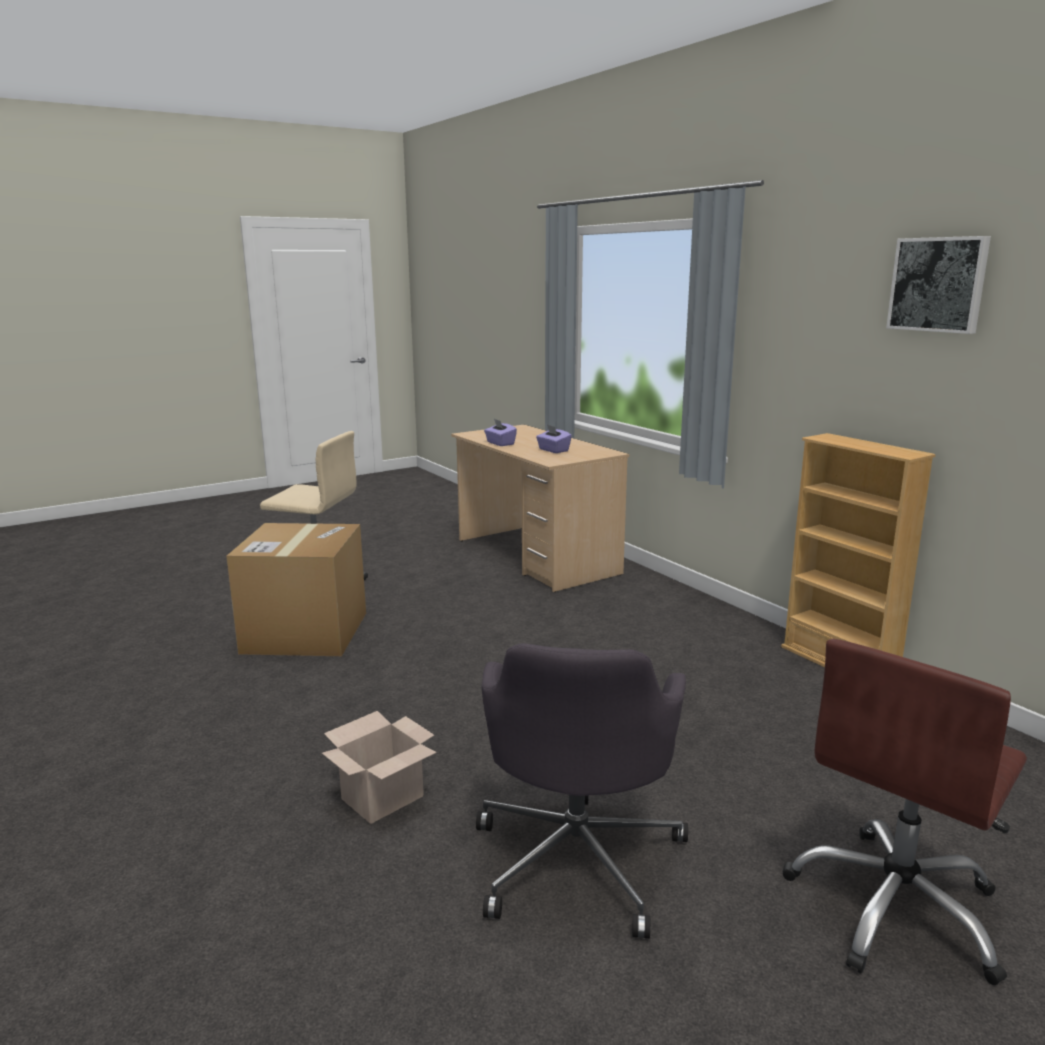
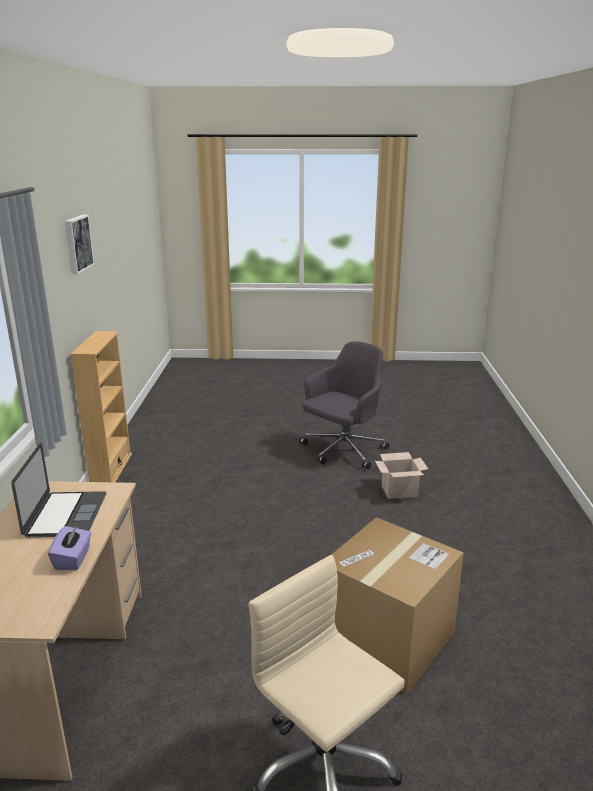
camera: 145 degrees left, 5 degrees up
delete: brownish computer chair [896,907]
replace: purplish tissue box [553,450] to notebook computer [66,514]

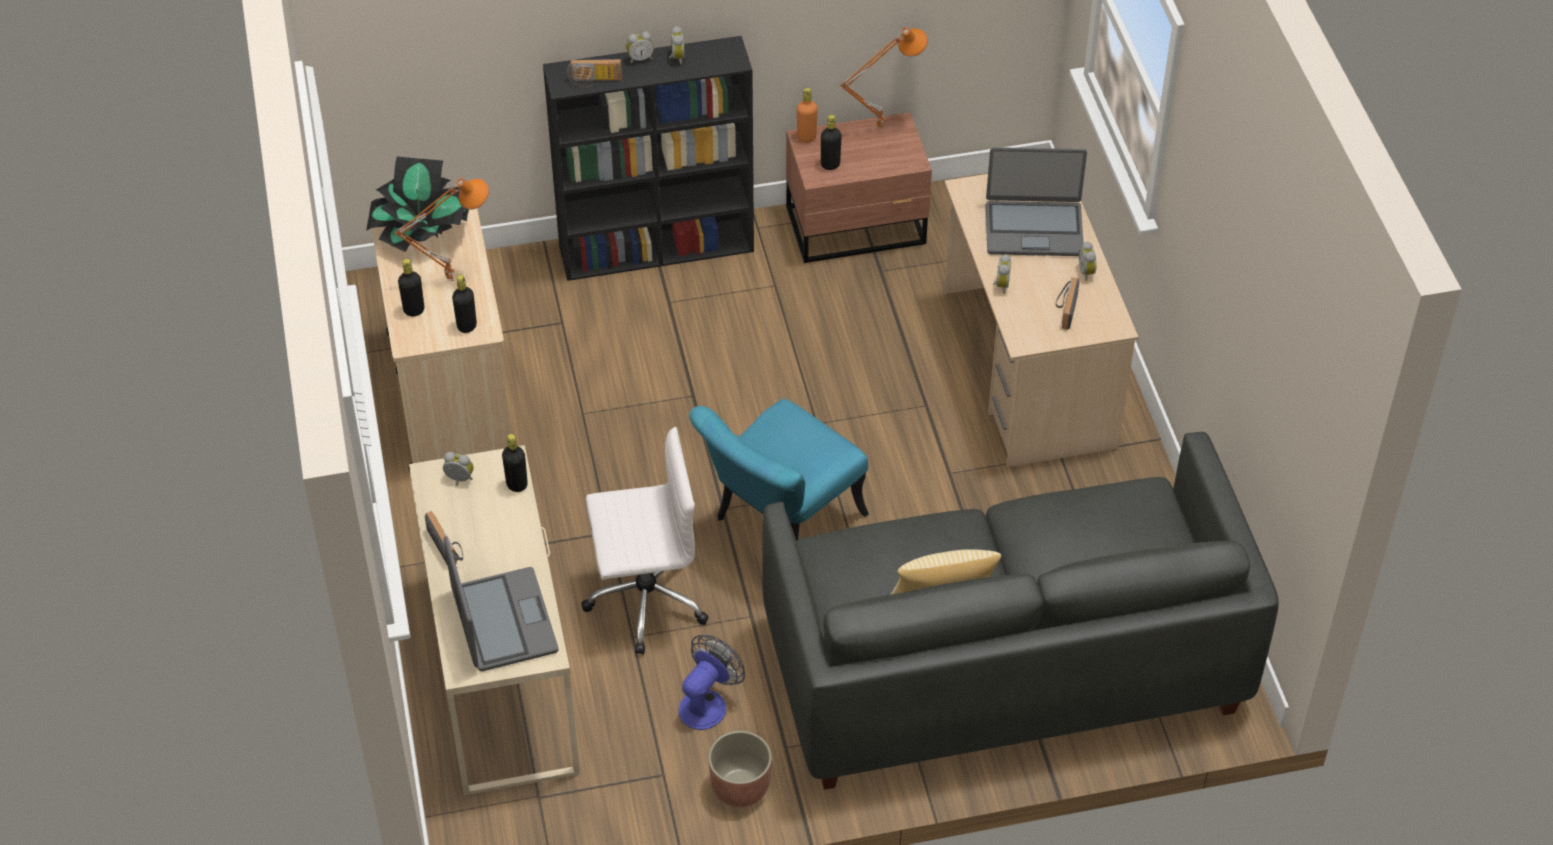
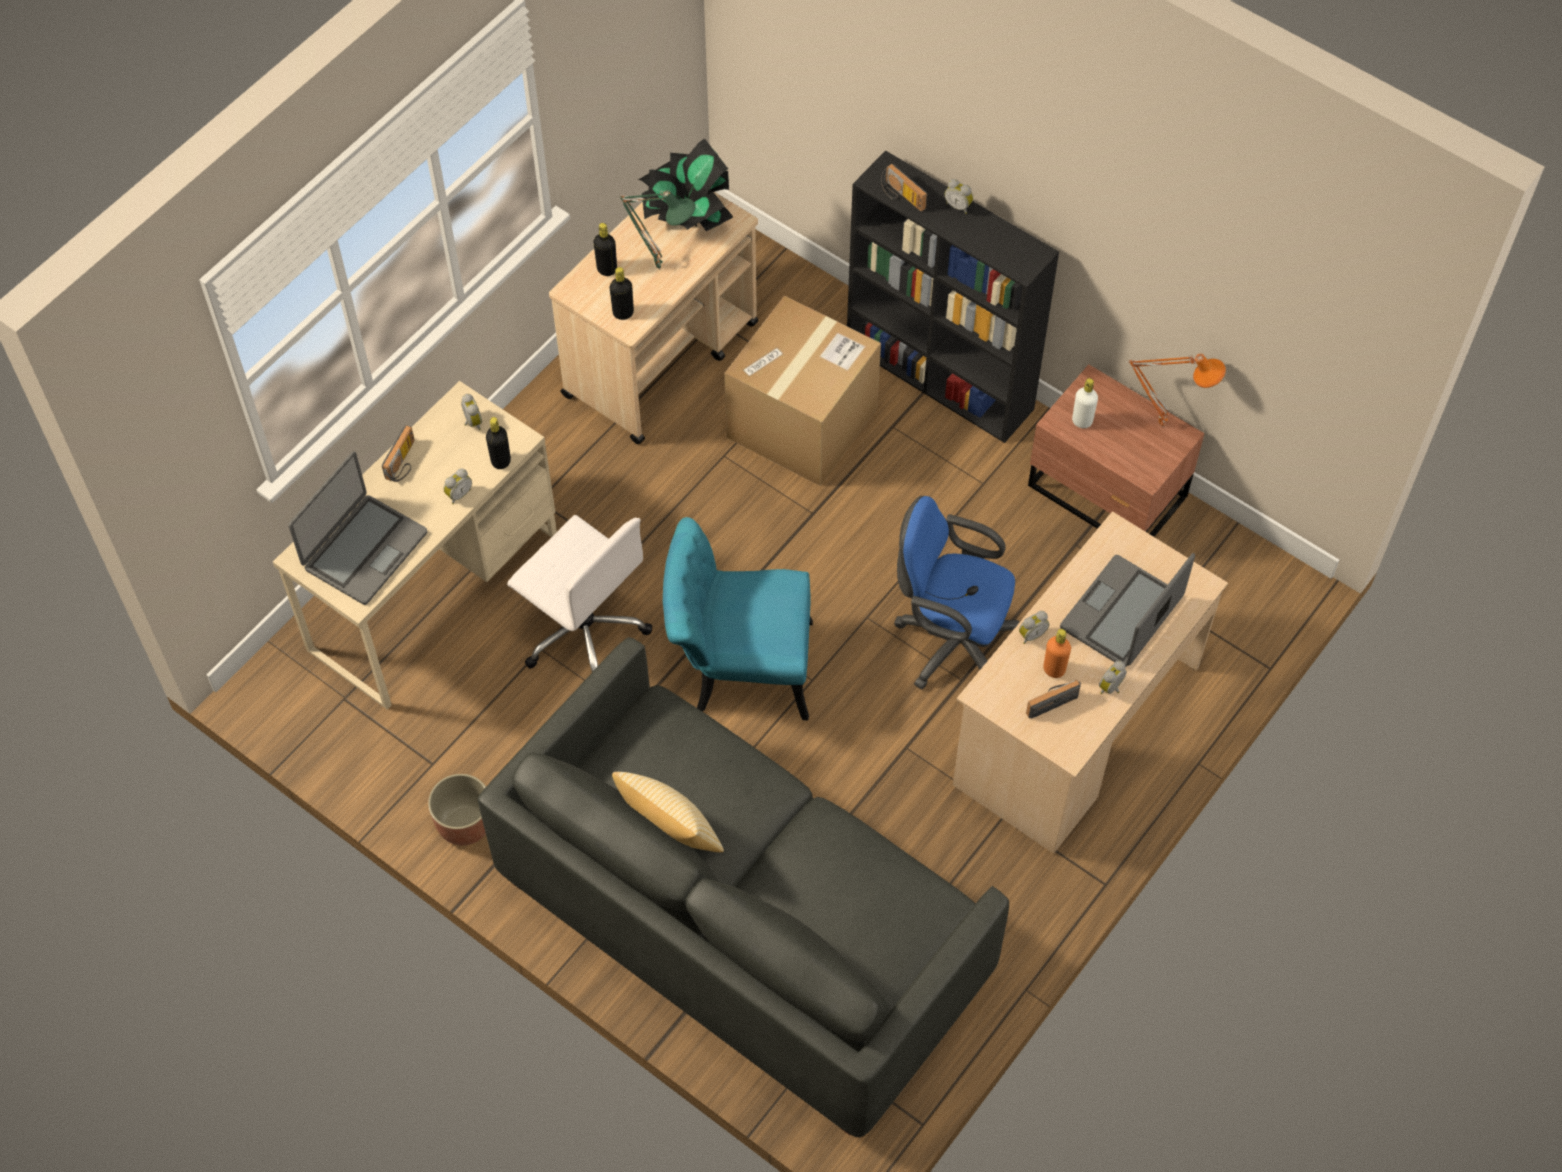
camera: 50 degrees right, 10 degrees up
delete: fan [707,703]
insert: carton [802,423]; bluish computer chair [951,642]
move: table clock [676,58] to [458,494]; orange beverage bottle [806,137] to [1054,669]
recolor: orange table lamp [450,278] to greenish table lamp [660,267]; black-coloured beverage bottle [830,164] to white-coloured beverage bottle [1082,421]
rotate: notebook computer [1034,228] = [1122,614] 75 degrees clockwise

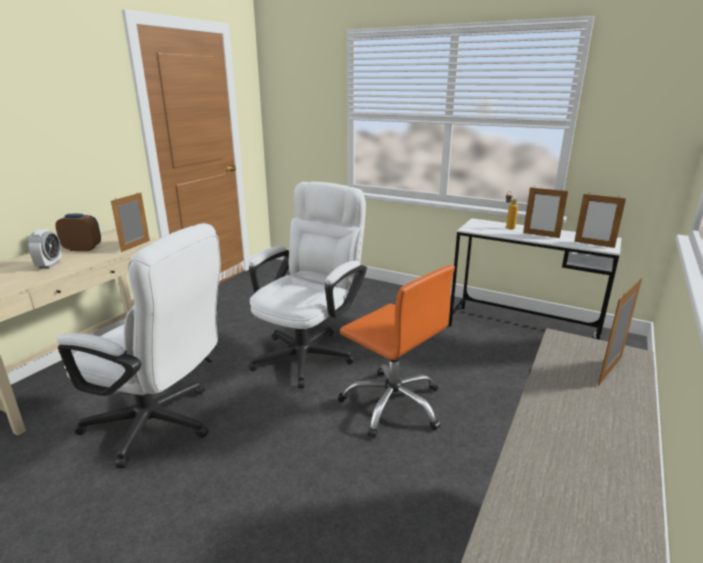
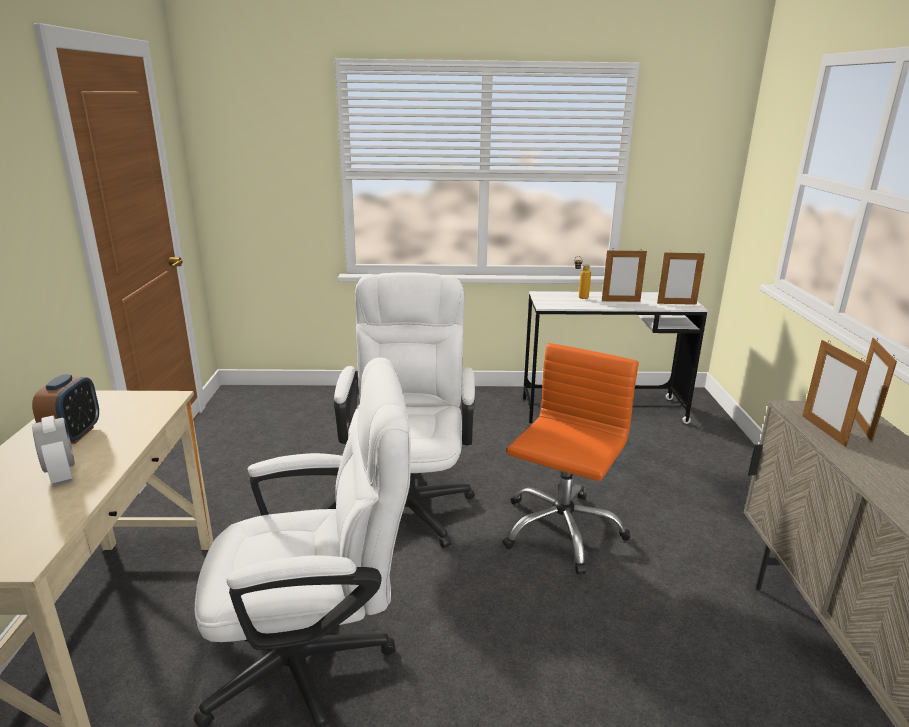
camera: 30 degrees left, 0 degrees up
move: photo frame [135,246] to [823,430]
rotate: table clock [82,249] = [74,435] 120 degrees clockwise; orange computer chair [393,404] = [561,529] 75 degrees counterclockwise

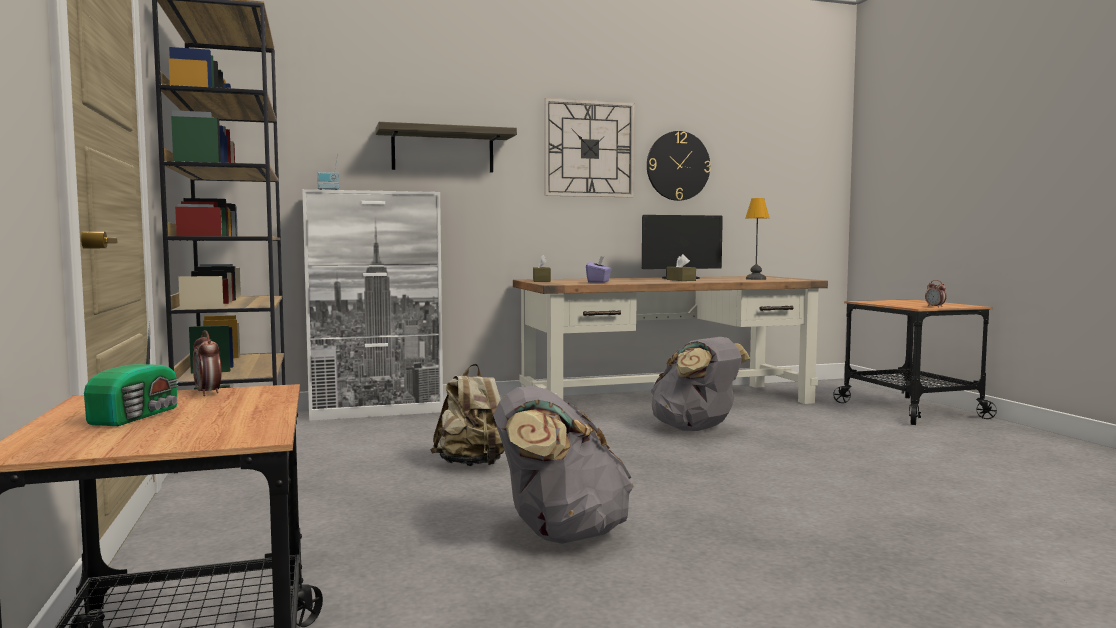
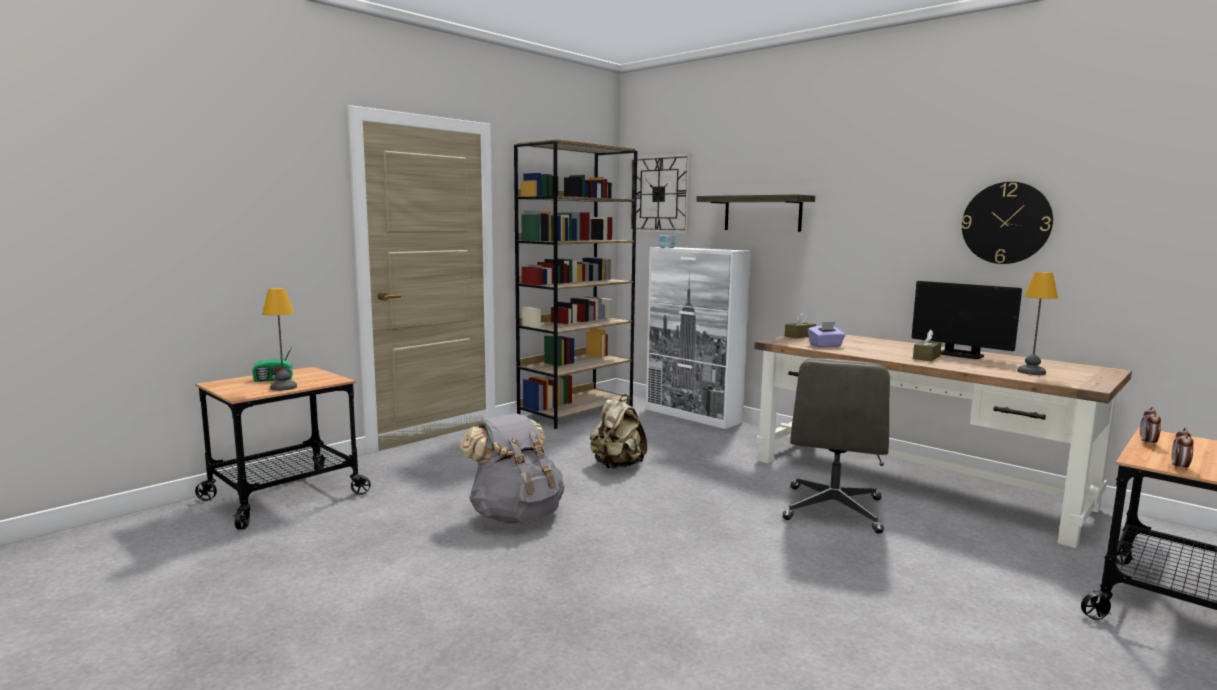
camera: 60 degrees right, 5 degrees up
insert: table lamp [283,387]
move: wall clock [589,149] to [659,194]; table clock [208,393] to [1148,443]
replace: grey backpack [695,429] to grey computer chair [833,510]

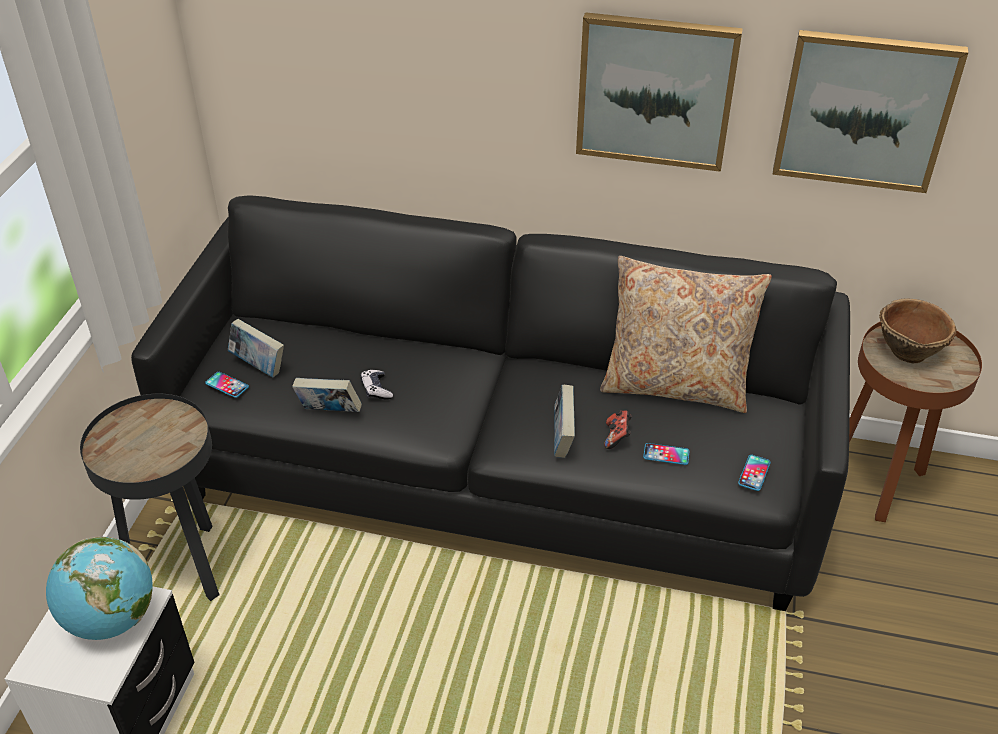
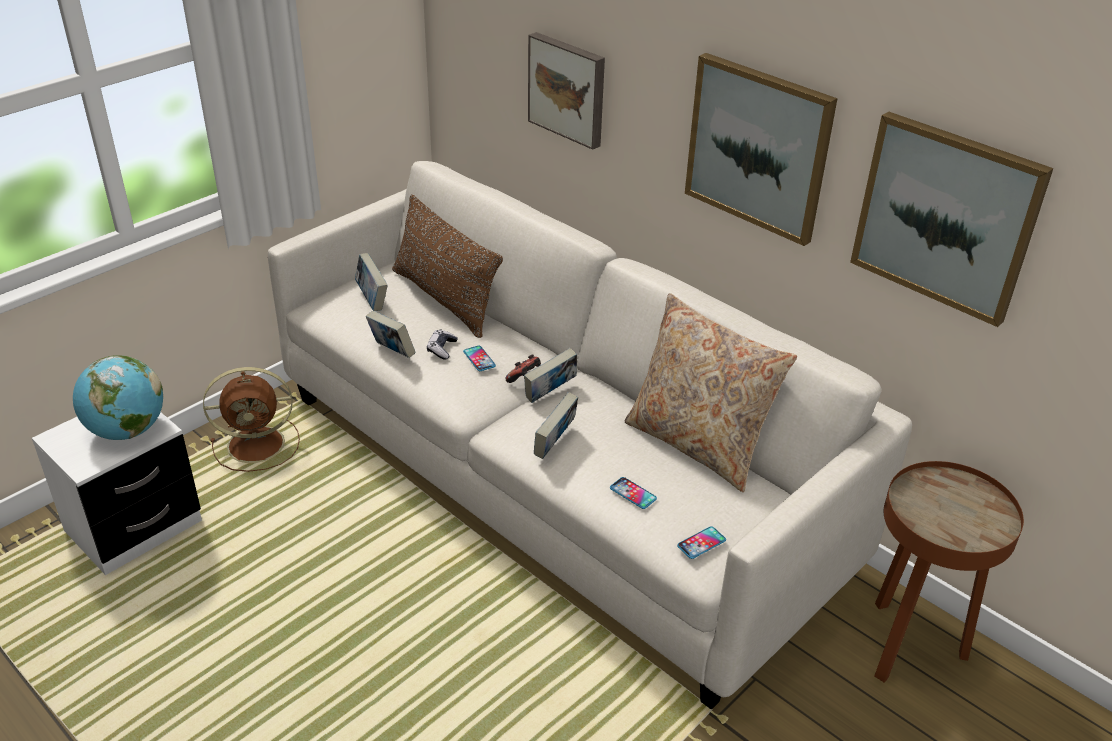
camera: 30 degrees right, 5 degrees down
delete: brownish serving bowl [908,351]
insert: brownish cushion [444,299]; book [550,394]; picture [568,89]
move: telephone [227,385] to [479,359]; joypad [617,437] to [524,378]
replace: black-coloured accent table [184,566] to brownish fan [259,444]
recolor: black-coloured sofa [500,470] to white-coloured sofa [554,479]

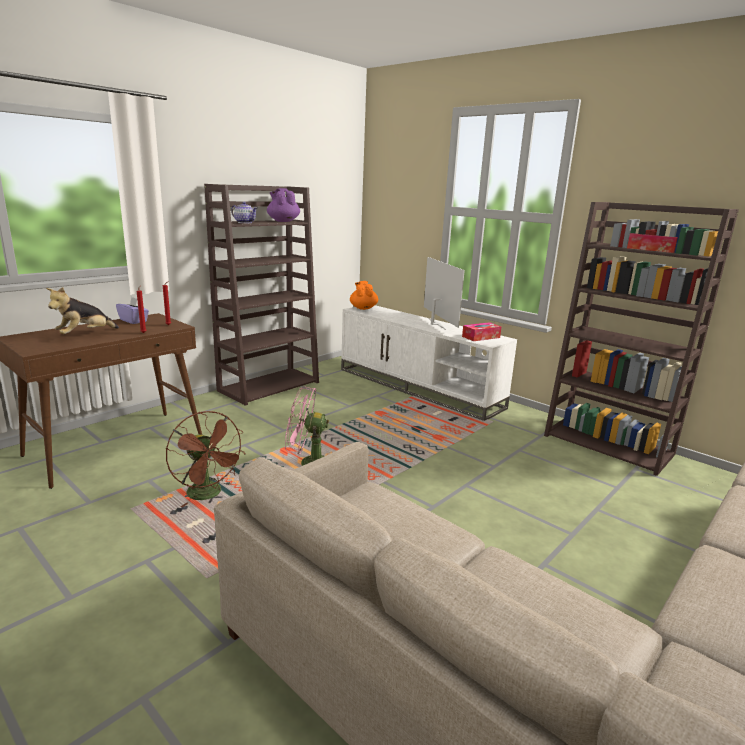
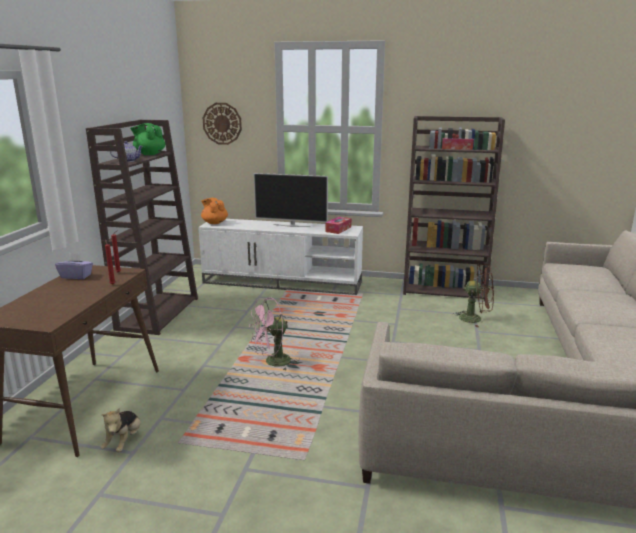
camera: 30 degrees left, 0 degrees up
insert: wall clock [222,123]
move: soft toy [85,335] to [124,442]; brownish fan [209,495] to [475,319]
recolor: purplish teapot [283,221] to greenish teapot [149,154]
rotate: television [435,324] = [292,225] 150 degrees clockwise

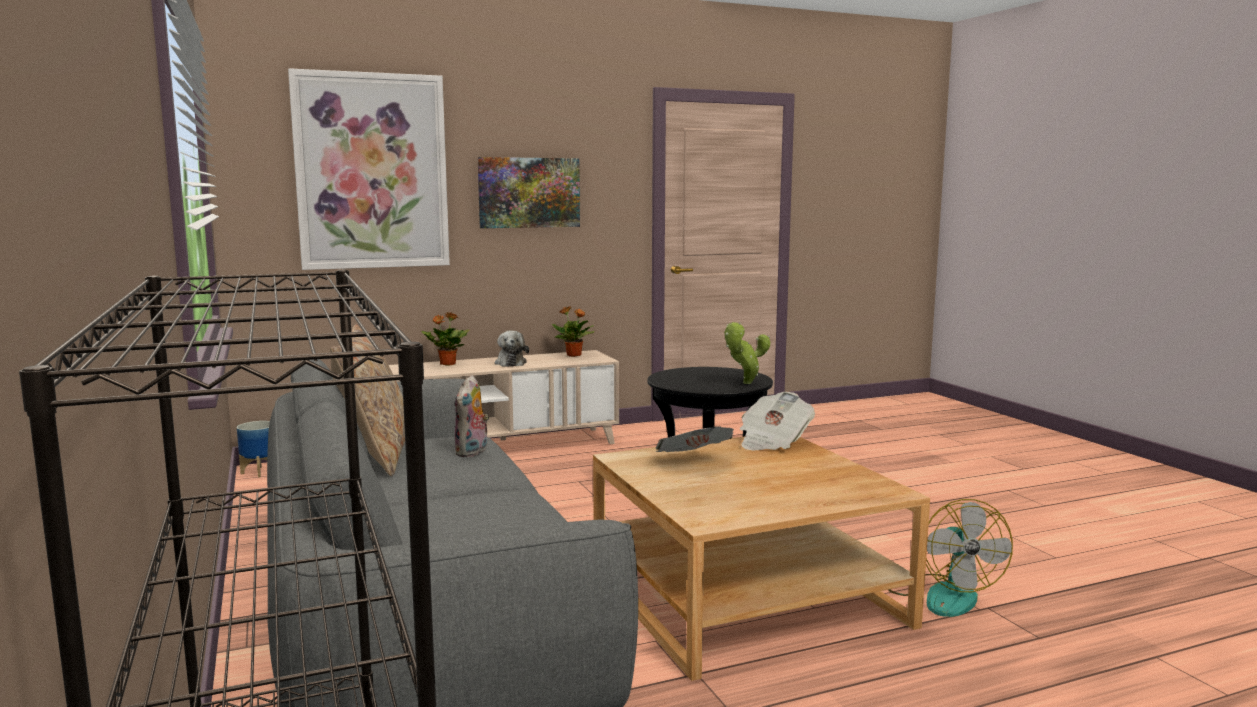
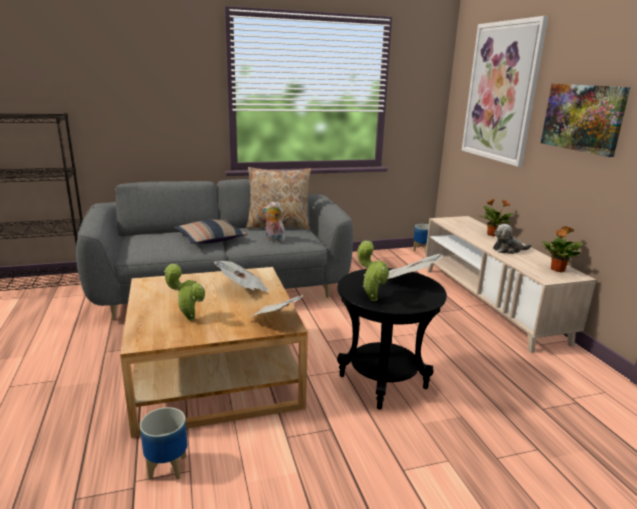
camera: 95 degrees right, 10 degrees up
insert: plant in a pot [188,318]; cushion [210,239]; newspaper [410,280]
replace: fan [943,595] to flower pot [167,468]

